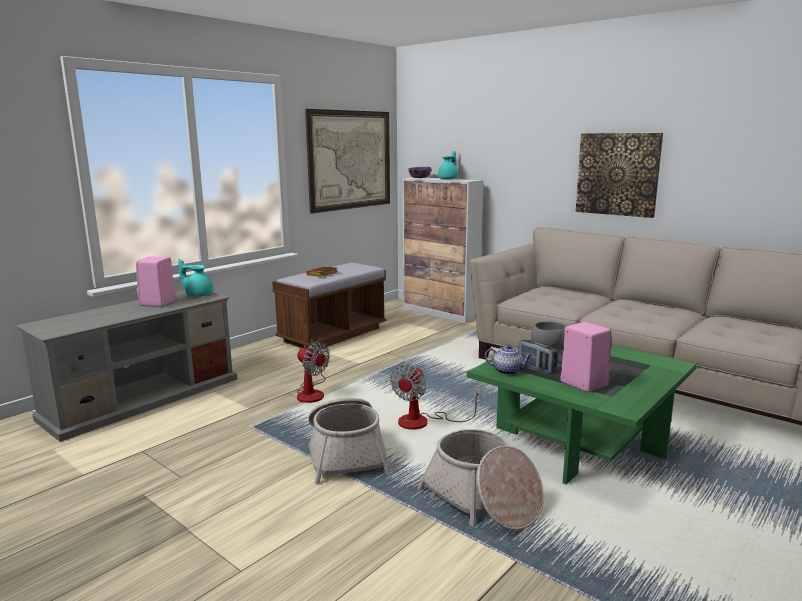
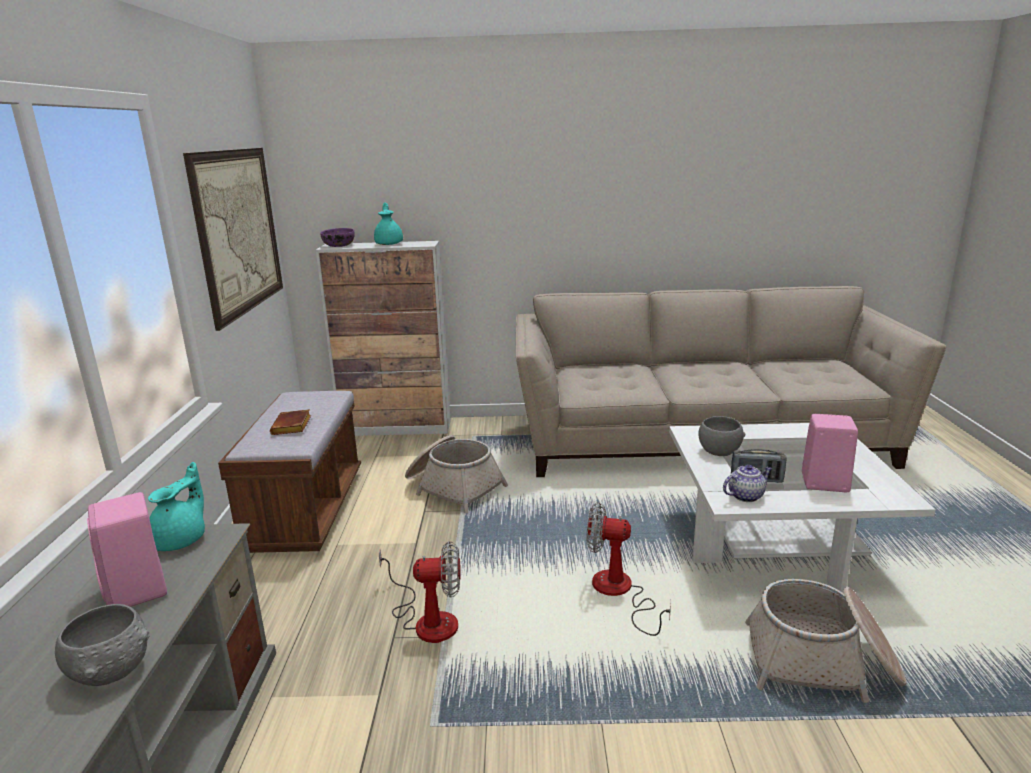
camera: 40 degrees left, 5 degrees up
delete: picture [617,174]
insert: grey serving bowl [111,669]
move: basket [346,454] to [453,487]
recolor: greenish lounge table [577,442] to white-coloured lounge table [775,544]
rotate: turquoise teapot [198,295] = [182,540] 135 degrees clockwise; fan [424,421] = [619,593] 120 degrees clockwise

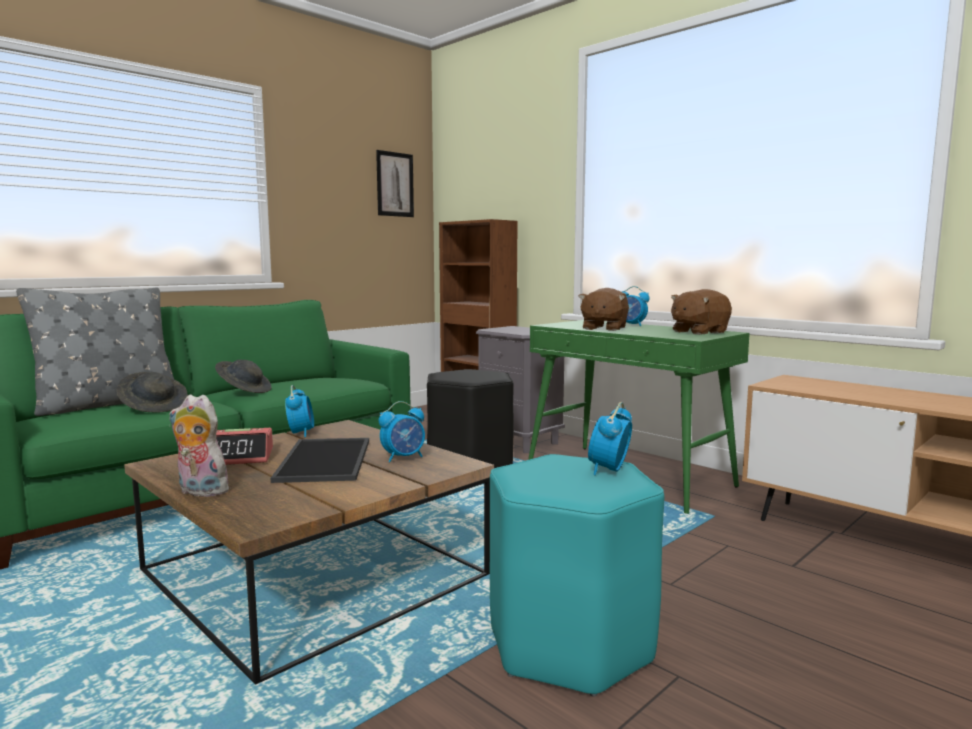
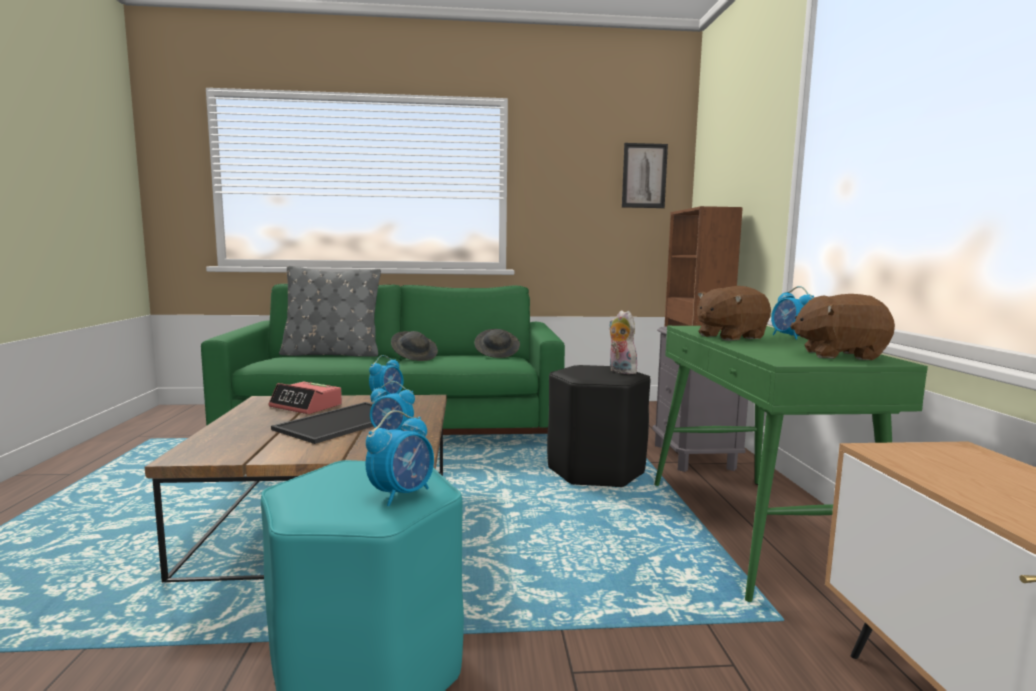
camera: 40 degrees right, 0 degrees up
move: grey hat [154,407] to [497,354]; soft toy [199,492] to [620,371]
rotate: table clock [609,470] = [402,494] 150 degrees clockwise

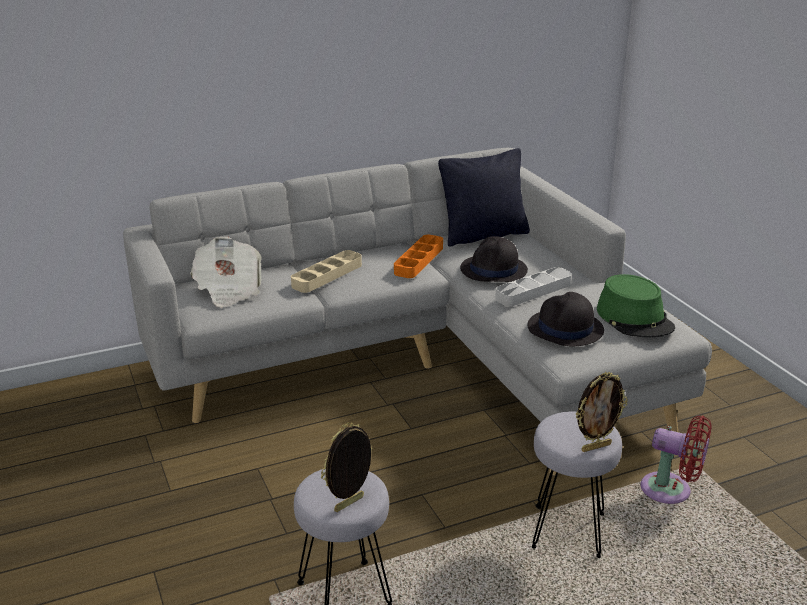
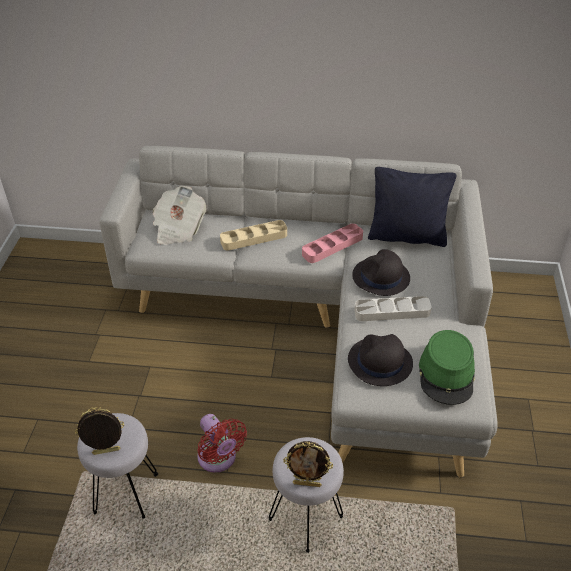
camera: 30 degrees right, 15 degrees up
move: reddish fan [671,491] to [219,459]
recolor: orange serving tray [419,260] to pink-coloured serving tray [332,246]

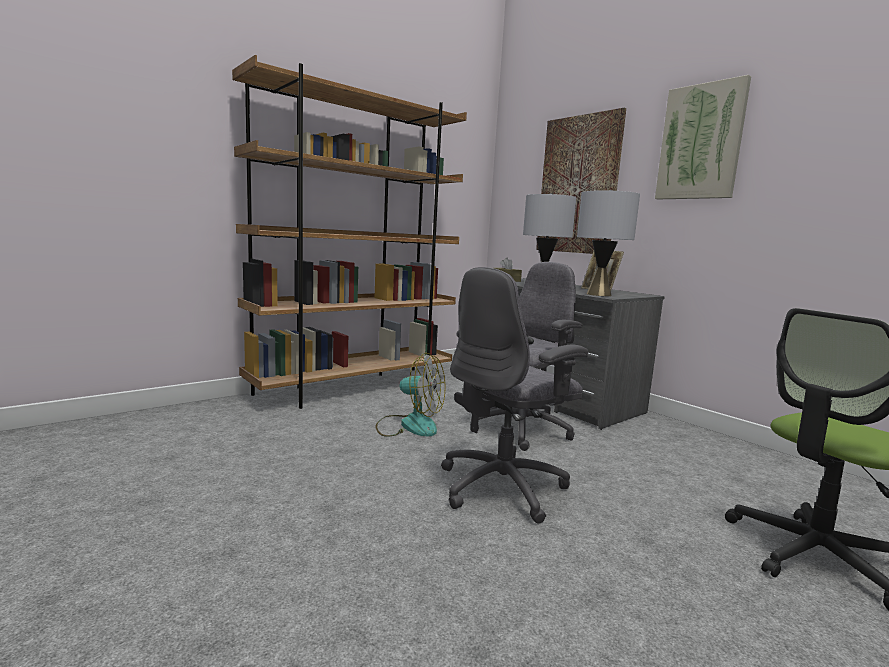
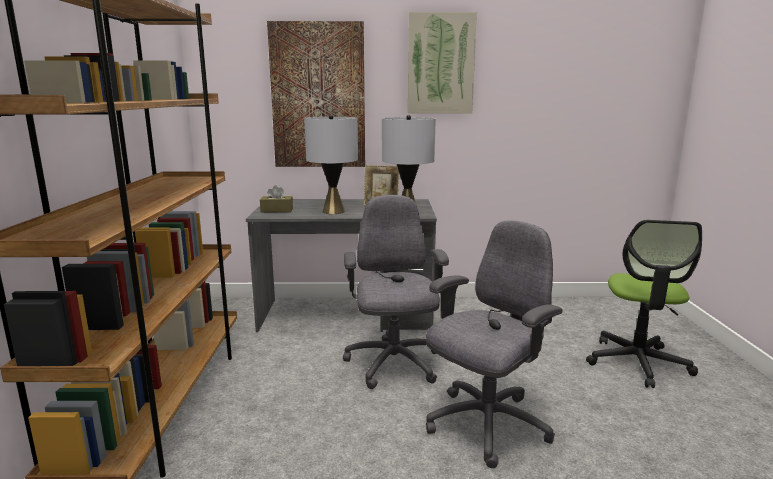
camera: 50 degrees left, 5 degrees up
delete: fan [409,425]
rotate: grey computer chair [503,487] = [485,426] 135 degrees counterclockwise

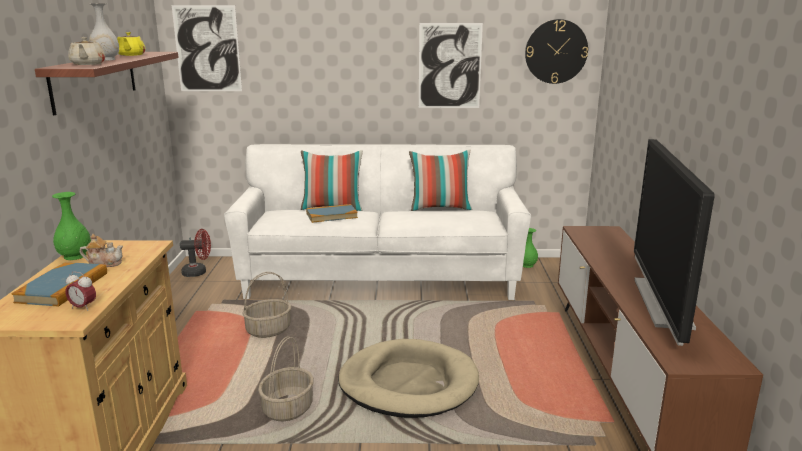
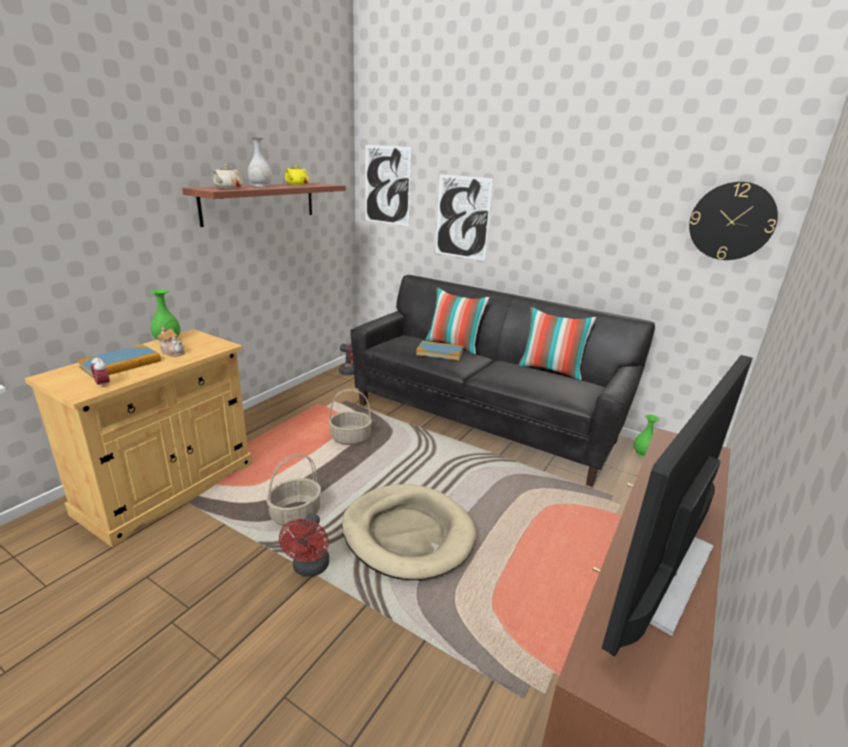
camera: 30 degrees right, 5 degrees up
insert: reddish fan [309,568]
move: picture [449,66] to [462,217]
recolor: white-coloured sofa [380,279] to black-coloured sofa [482,421]

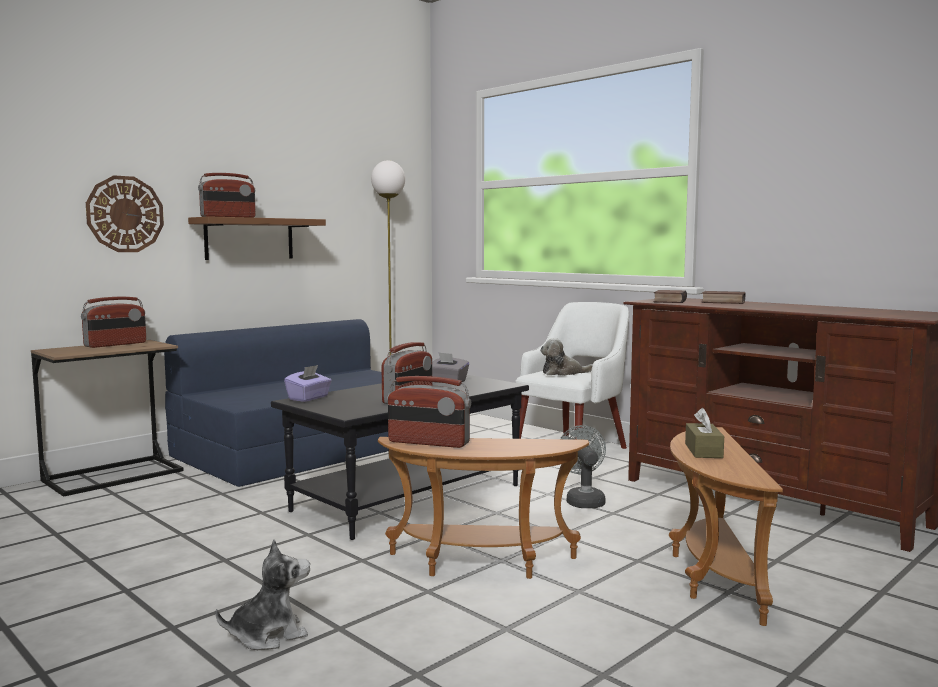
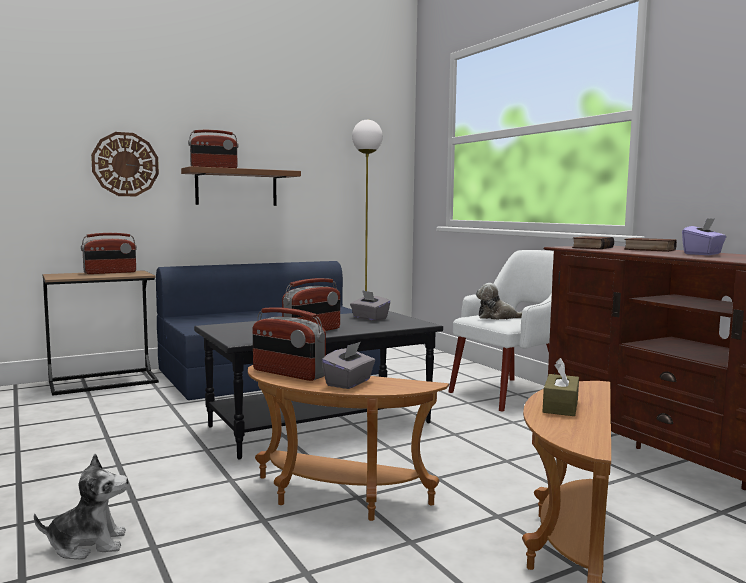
camera: 15 degrees right, 0 degrees up
delete: grey fan [583,500]
insert: grey tissue box [349,383]
move: purplish tissue box [309,398] to [703,254]

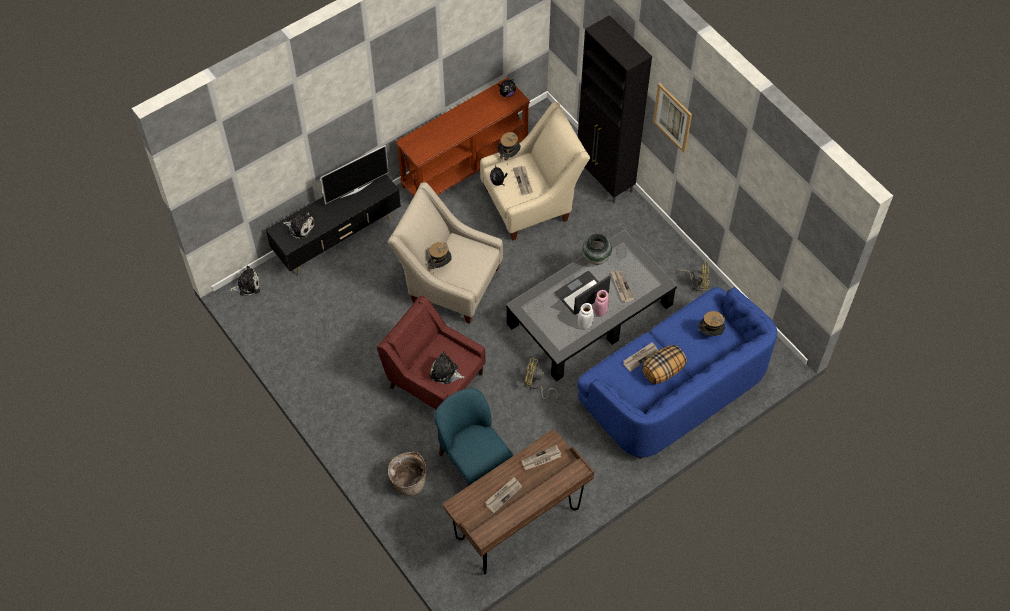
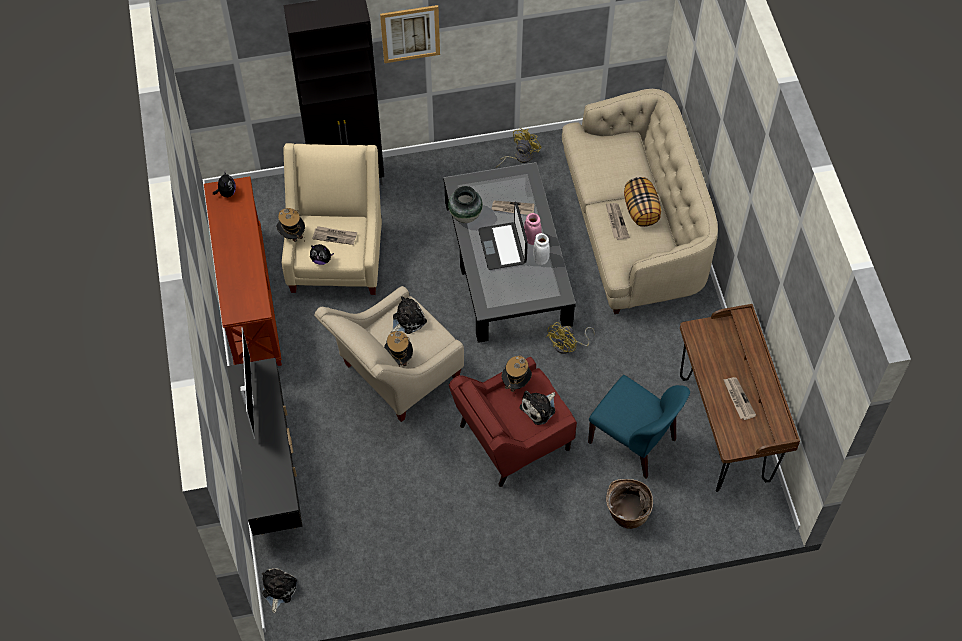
camera: 65 degrees left, 0 degrees up
delete: newspaper [541,459]
move: soft toy [300,227] to [407,320]; hat [710,333] to [516,383]
recolor: bluish sofa [674,389] to beige sofa [633,228]
rotate: bluish plain chair [473,463] = [634,442] 135 degrees counterclockwise

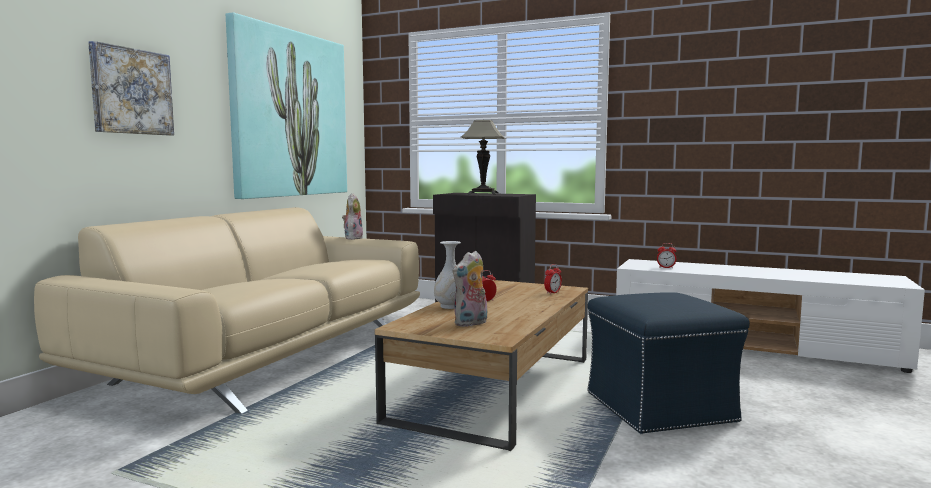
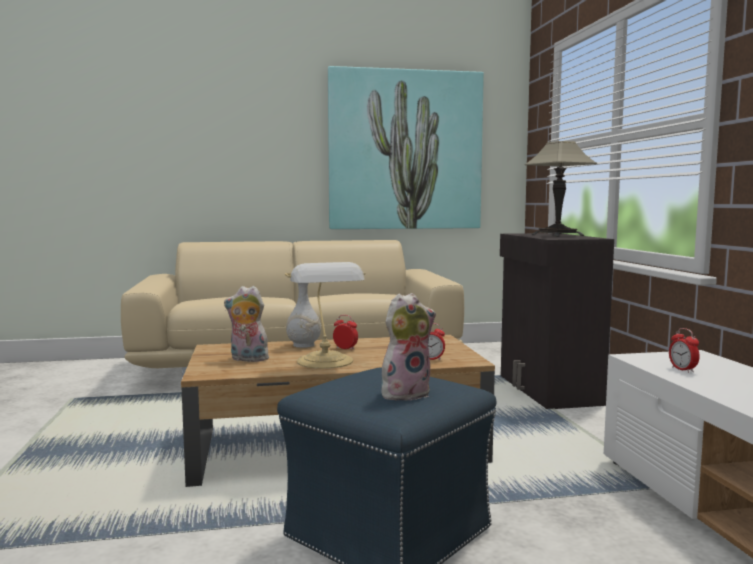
camera: 55 degrees right, 0 degrees up
delete: picture [131,91]
insert: table lamp [326,362]
move: soft toy [352,238] to [405,393]

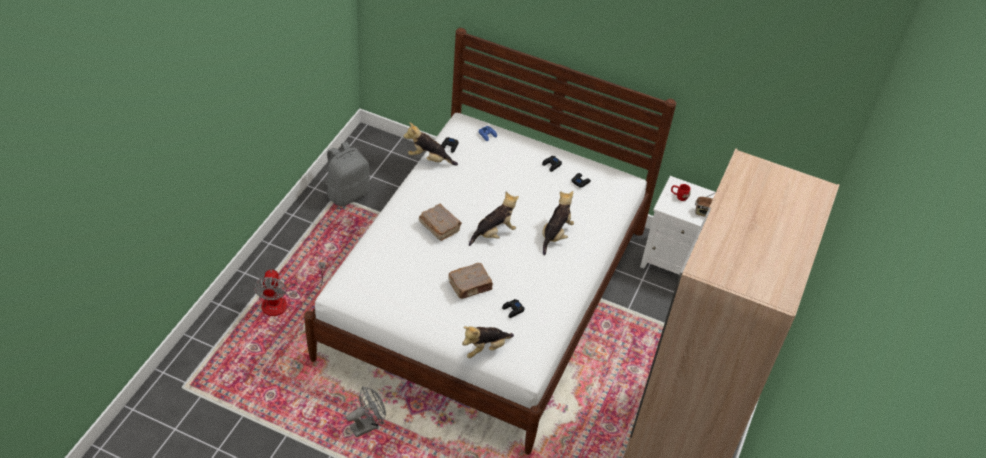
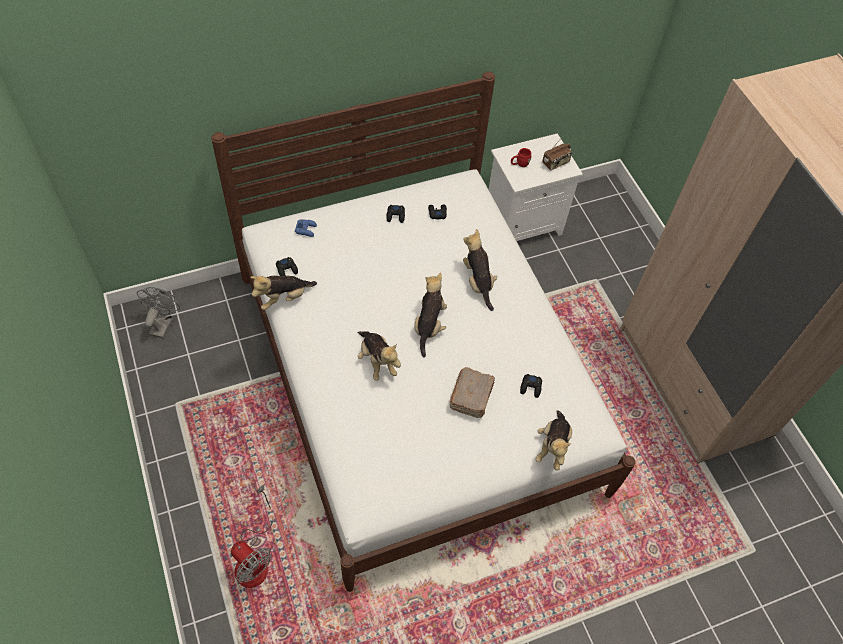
camera: 45 degrees left, 10 degrees up
delete: grey backpack [347,194]
move: grey fan [367,425] to [162,323]
replace: brownish book [439,227] to soft toy [377,361]

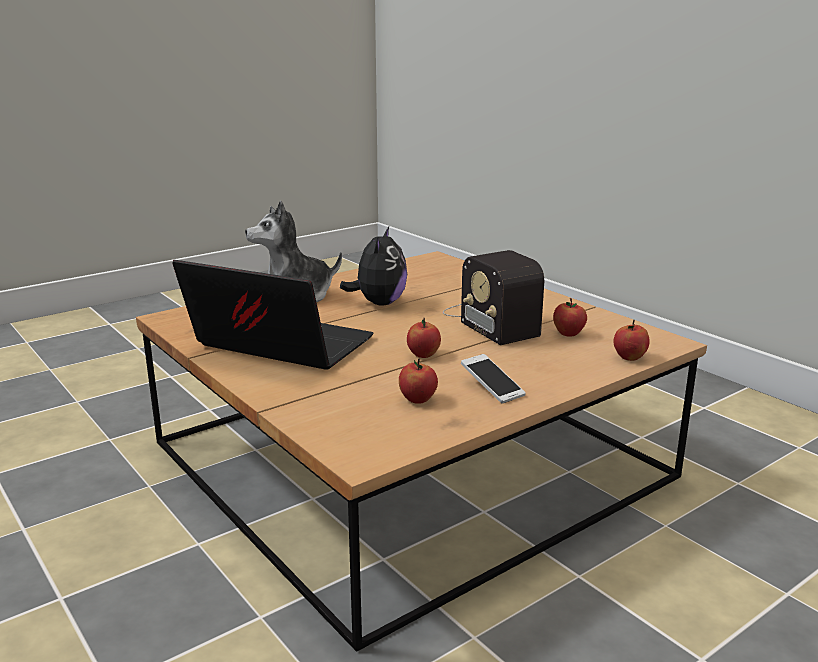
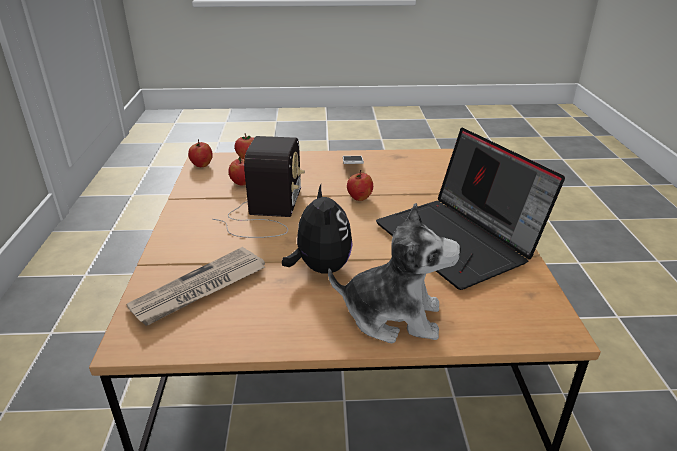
camera: 145 degrees left, 10 degrees up
insert: newspaper [200,289]
move: whole apple [418,399] to [202,165]
rotate: soft toy [379,303] = [320,268] 120 degrees clockwise

